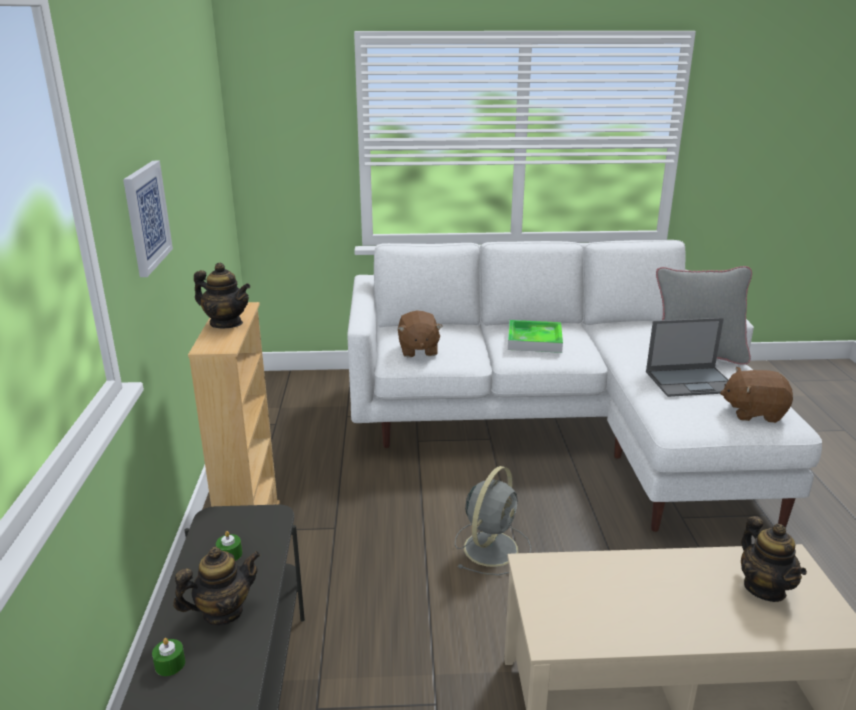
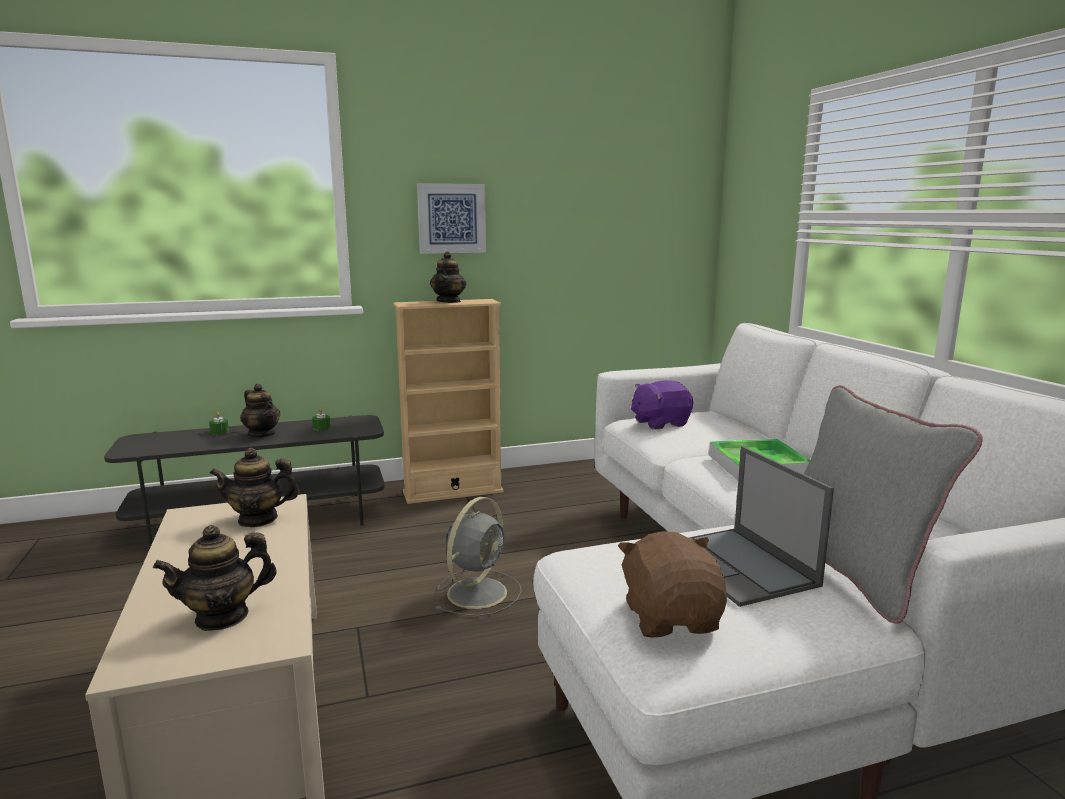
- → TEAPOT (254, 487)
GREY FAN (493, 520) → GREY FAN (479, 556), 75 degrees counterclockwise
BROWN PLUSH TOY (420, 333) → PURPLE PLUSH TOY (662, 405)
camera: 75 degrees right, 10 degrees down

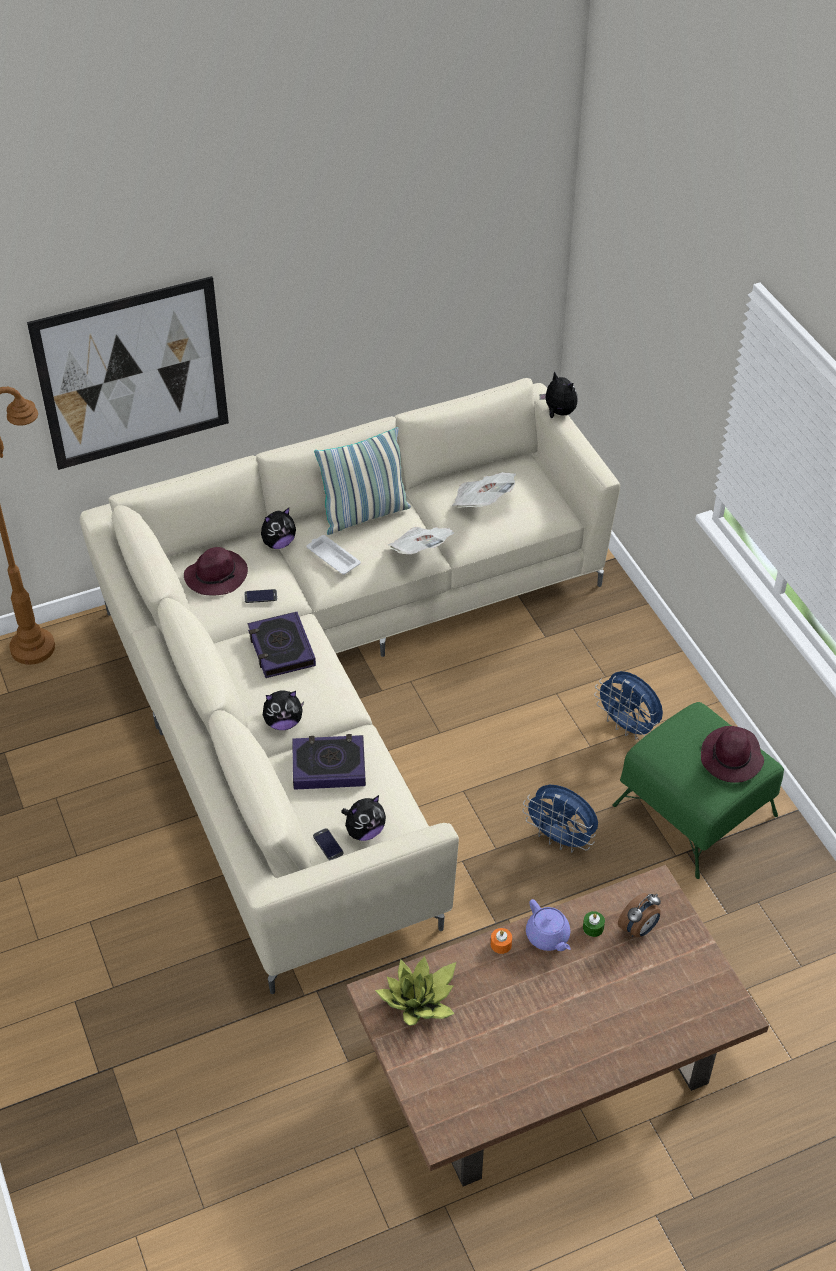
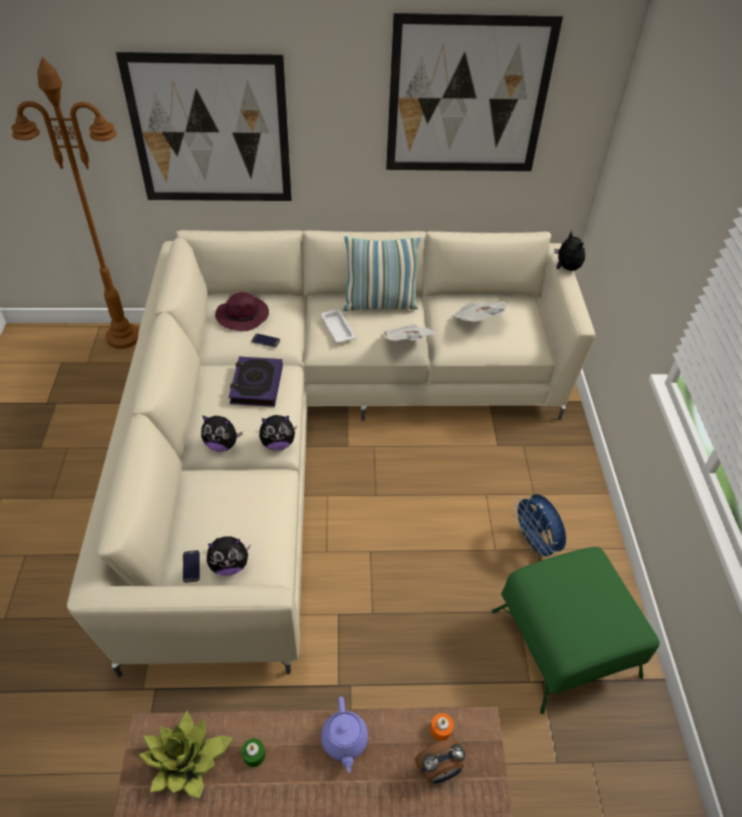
GREEN CANDLE (594, 924) → GREEN CANDLE (253, 752), shifted
PLUSH TOY (278, 528) → PLUSH TOY (278, 433), shifted
- → PICTURE (474, 92)
ORANGE CANDLE (501, 941) → ORANGE CANDLE (442, 727), shifted
BOOK (329, 762) → -
BLUE FAN (560, 819) → -
PURPLE HAT (732, 754) → -
camera: 20 degrees right, 0 degrees up

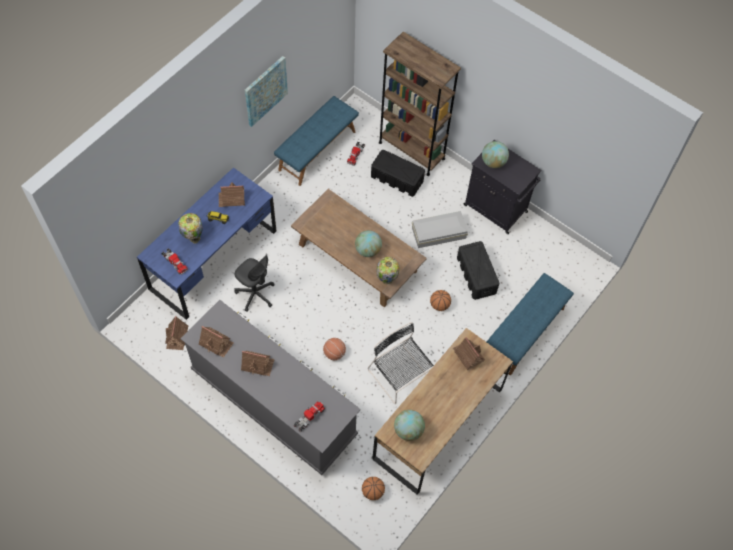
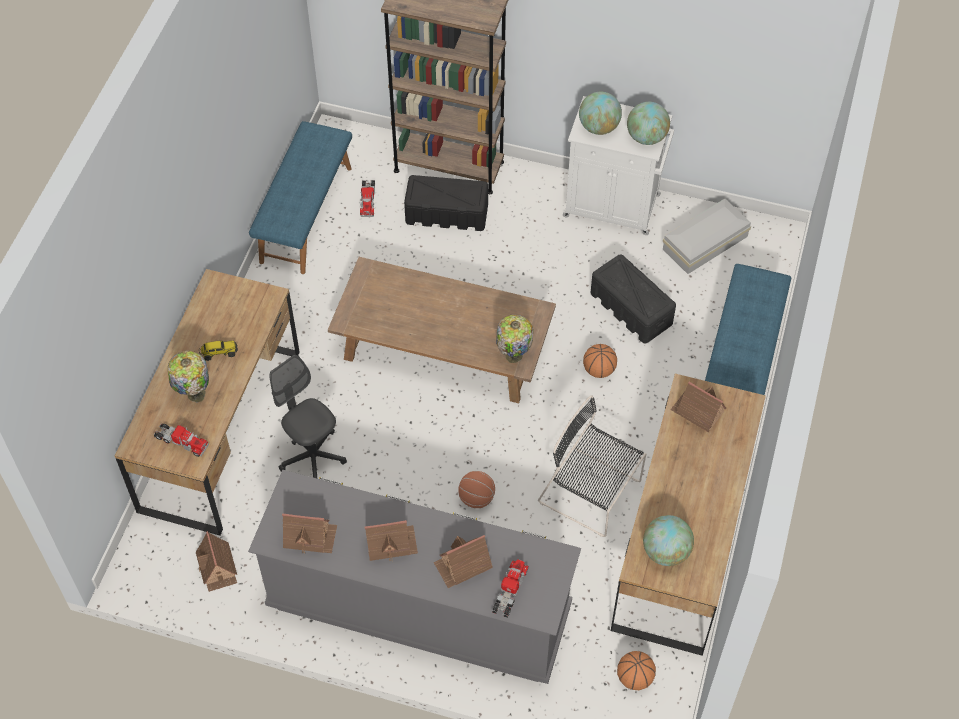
BLUE DESK (206, 243) → BROWN DESK (207, 402)
GREY OFFICE CHAIR (254, 283) → GREY OFFICE CHAIR (308, 416), 150 degrees counterclockwise
TOY HOUSE (232, 194) → TOY HOUSE (463, 561), shifted
BLACK CABINET (502, 187) → WHITE CABINET (618, 165)
GLOBE (368, 243) → GLOBE (648, 123), shifted
WHITE STORAGE BOX (440, 229) → WHITE STORAGE BOX (707, 236), shifted
PICTURE (266, 91) → -
camera: 20 degrees left, 5 degrees down

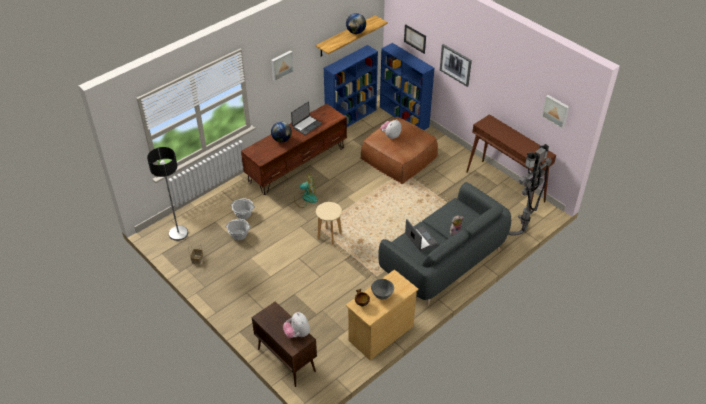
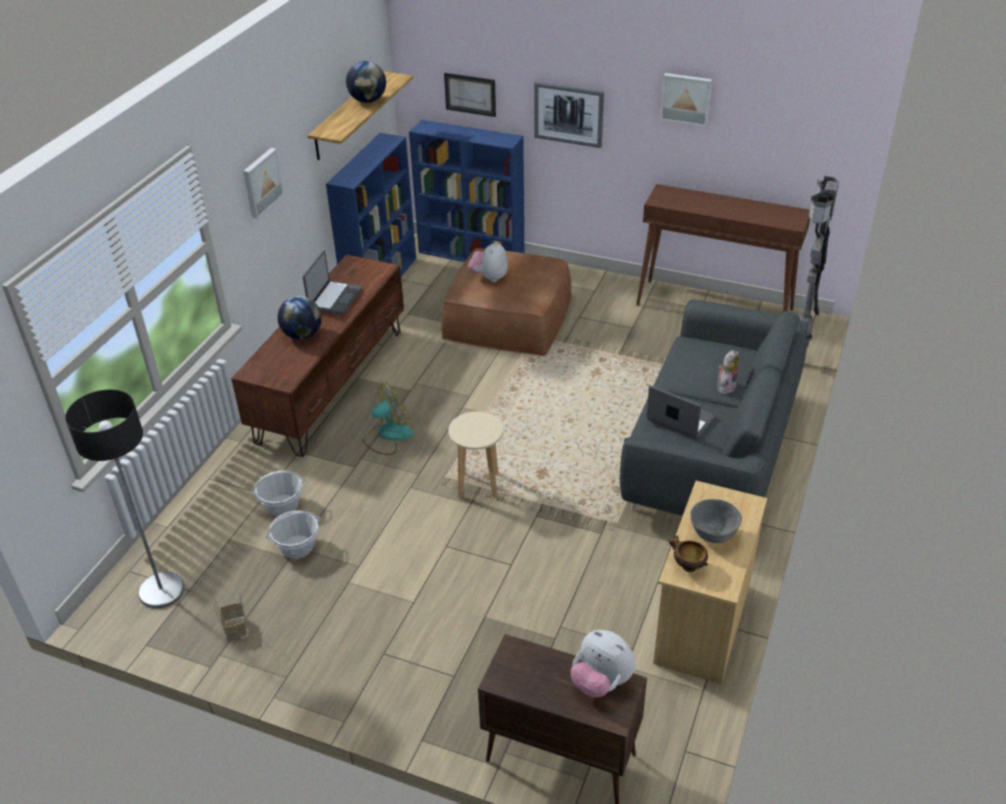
PICTURE (555, 112) → PICTURE (686, 100), shifted
camera: 25 degrees left, 5 degrees down

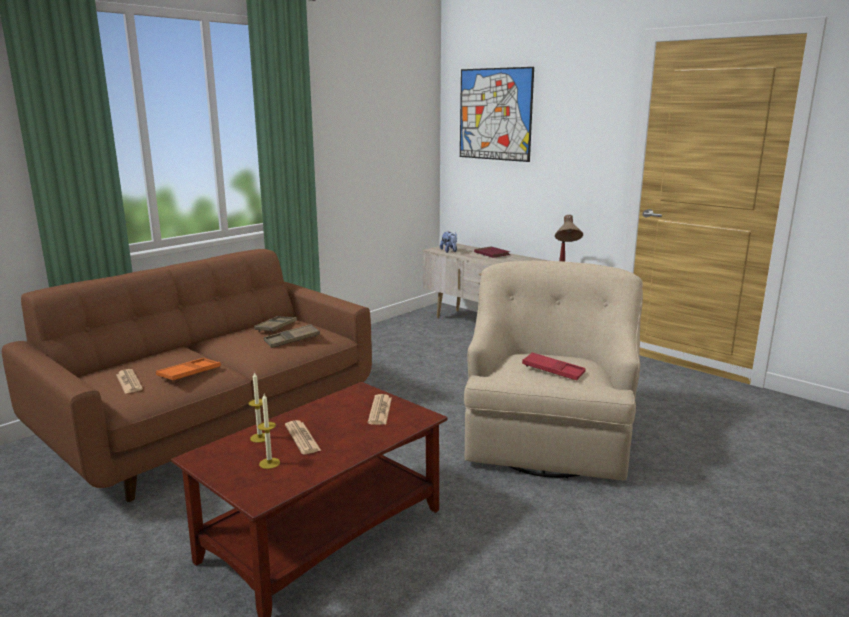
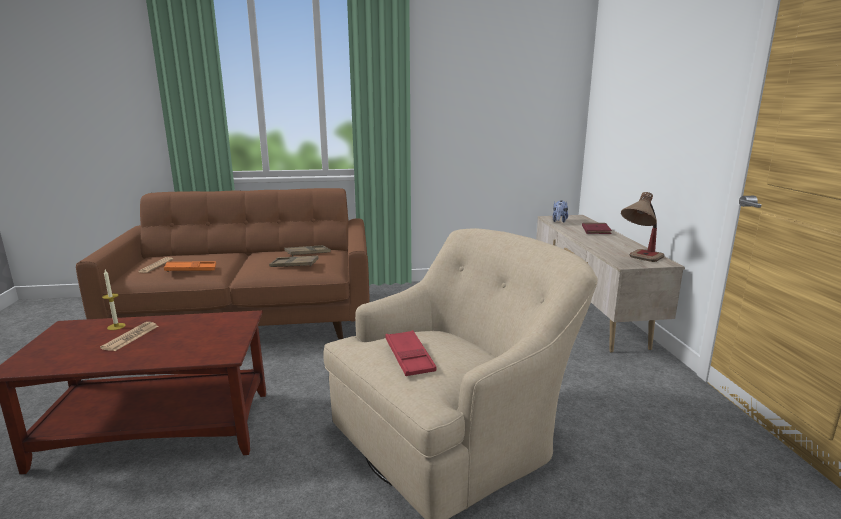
CANDLE (269, 431) → -
NEWSPAPER (380, 409) → -
PICTURE (497, 114) → -
camera: 40 degrees right, 0 degrees up

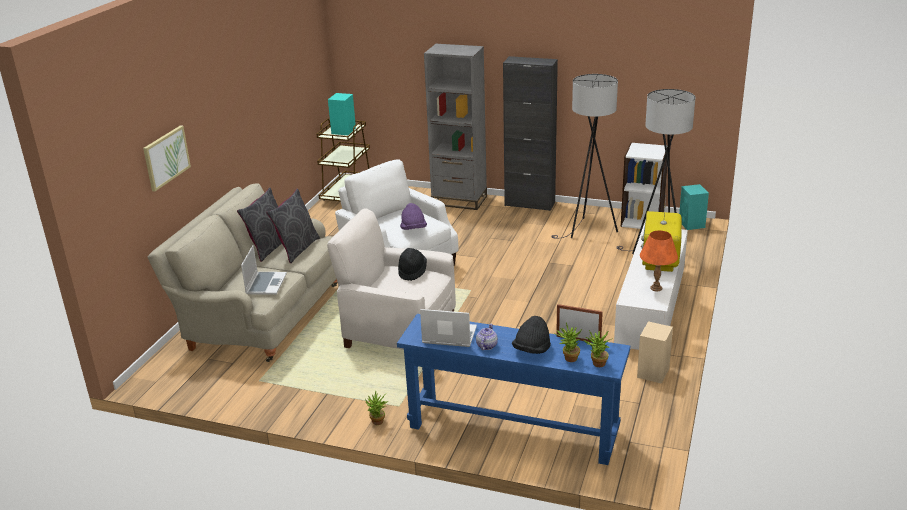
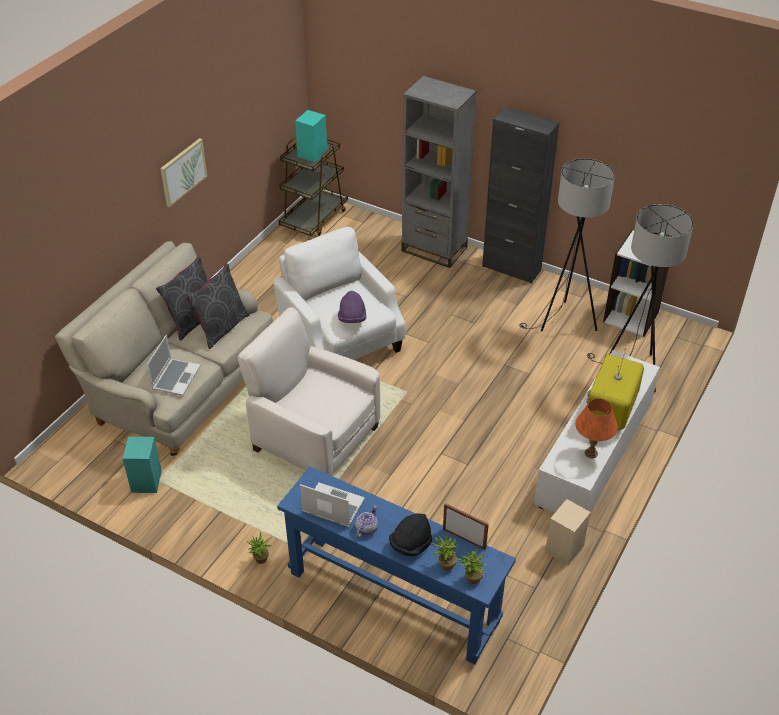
TURQUOISE SPEAKER (694, 207) → TURQUOISE SPEAKER (142, 465), shifted
PICTURE (167, 158) → PICTURE (183, 172), shifted
BLACK HAT (412, 264) → -
camera: 10 degrees right, 15 degrees up

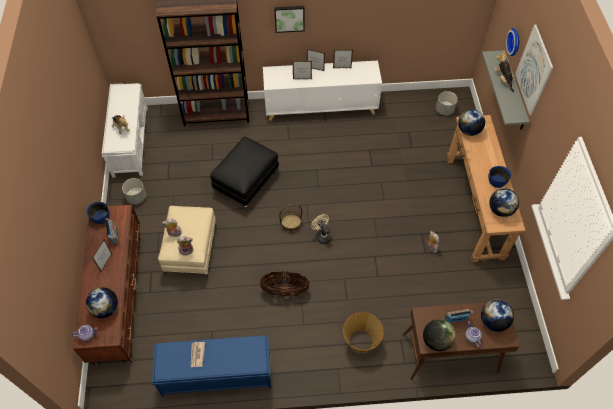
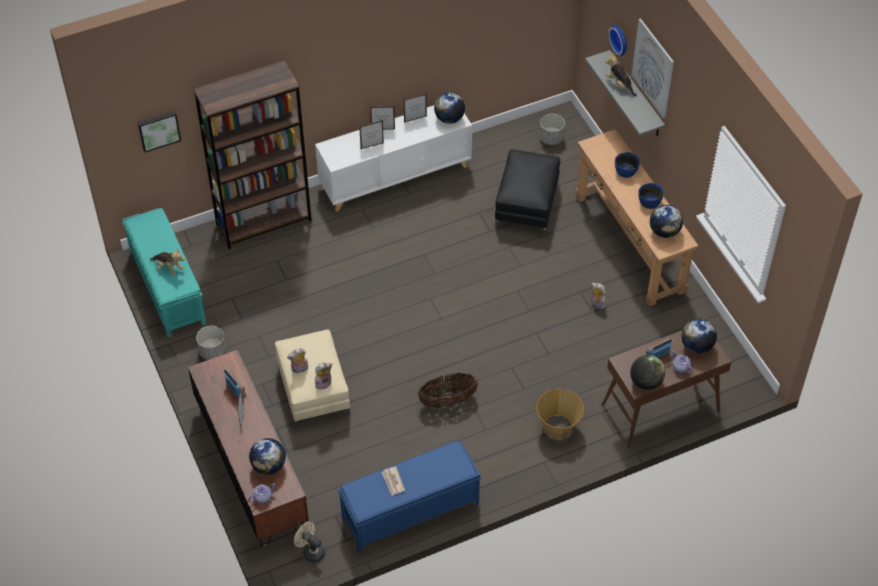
WHITE BENCH (125, 130) → TURQUOISE BENCH (164, 272)
PICTURE (289, 19) → PICTURE (159, 131), shifted
BEIGE FAN (321, 229) → BEIGE FAN (309, 542), shifted
GLOBE (471, 122) → GLOBE (449, 108), shifted
BLACK OTTOMAN (244, 174) → BLACK OTTOMAN (527, 193), shifted
BLUE BOWL (97, 213) → BLUE BOWL (627, 165), shifted
BASKET (290, 218) → -
camera: 20 degrees left, 5 degrees down

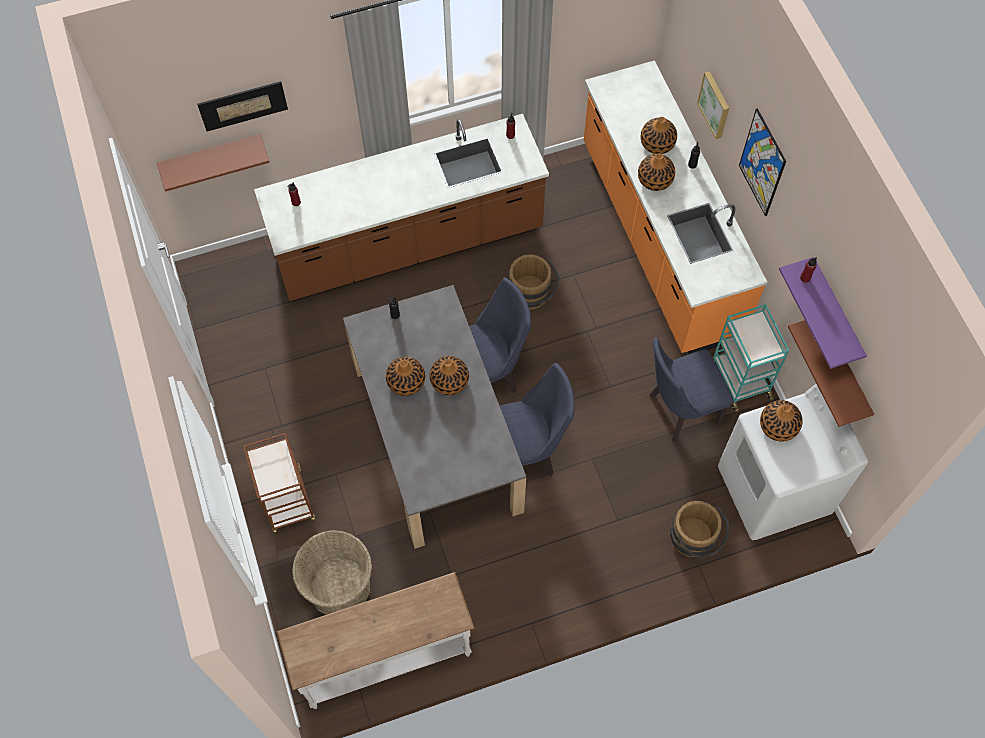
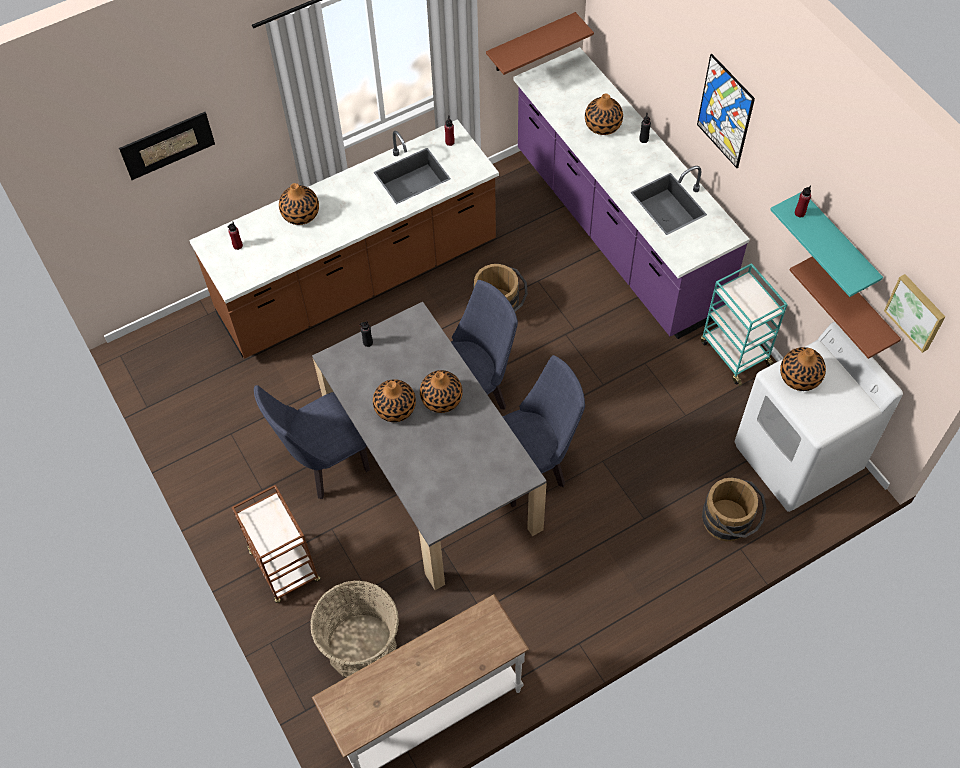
BLUE CHAIR (691, 390) → BLUE CHAIR (312, 442), shifted
VASE (656, 172) → VASE (299, 204), shifted
BROWN SHELF (213, 163) → BROWN SHELF (540, 43), shifted
ORANGE COUNTER (675, 207) → PURPLE COUNTER (632, 193)
PURPLE SHELF (823, 313) → TURQUOISE SHELF (826, 244)
PICTURE (713, 105) → PICTURE (914, 313), shifted
camera: 10 degrees left, 5 degrees down

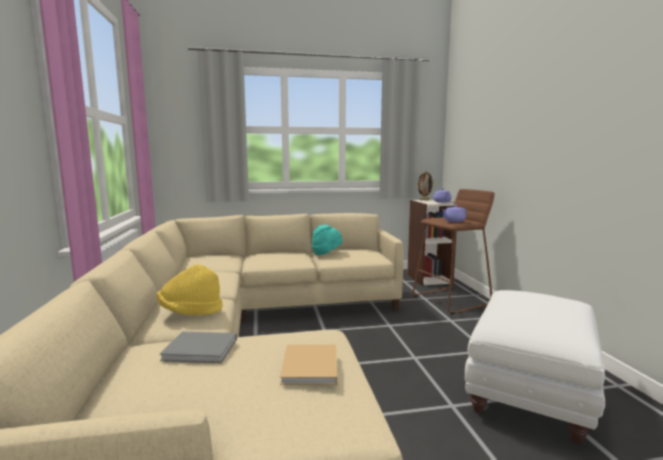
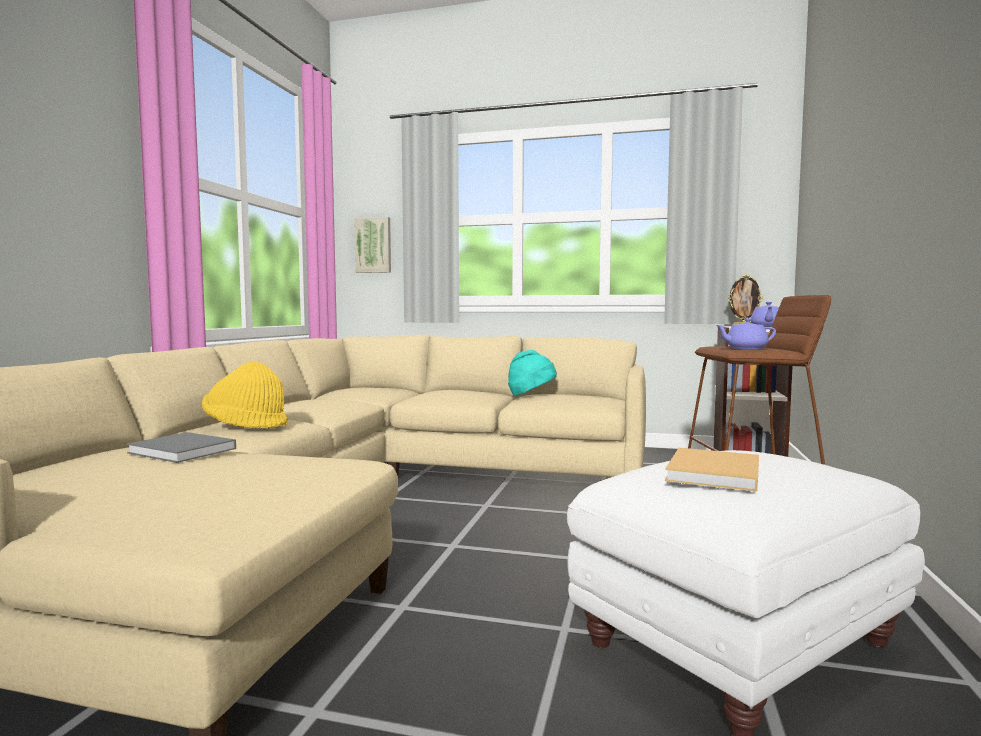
- → PICTURE (372, 245)
BEIGE BOOK (308, 364) → BEIGE BOOK (712, 470), shifted
camera: 25 degrees right, 5 degrees down

